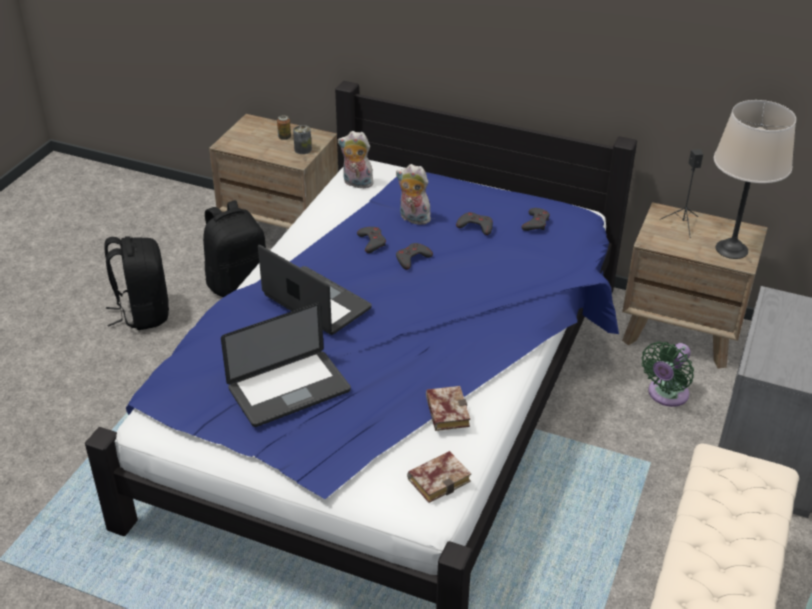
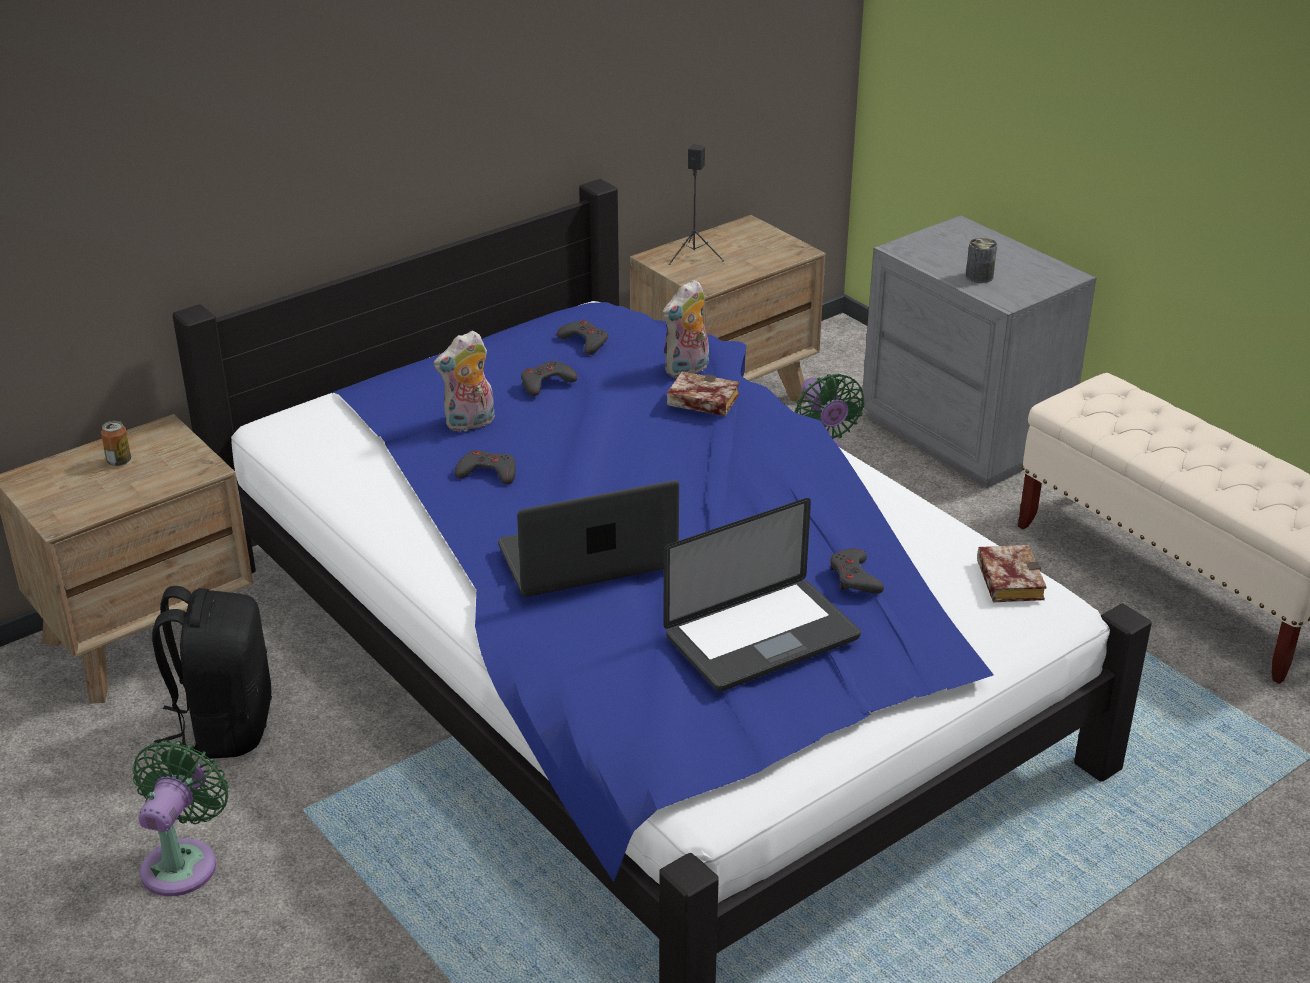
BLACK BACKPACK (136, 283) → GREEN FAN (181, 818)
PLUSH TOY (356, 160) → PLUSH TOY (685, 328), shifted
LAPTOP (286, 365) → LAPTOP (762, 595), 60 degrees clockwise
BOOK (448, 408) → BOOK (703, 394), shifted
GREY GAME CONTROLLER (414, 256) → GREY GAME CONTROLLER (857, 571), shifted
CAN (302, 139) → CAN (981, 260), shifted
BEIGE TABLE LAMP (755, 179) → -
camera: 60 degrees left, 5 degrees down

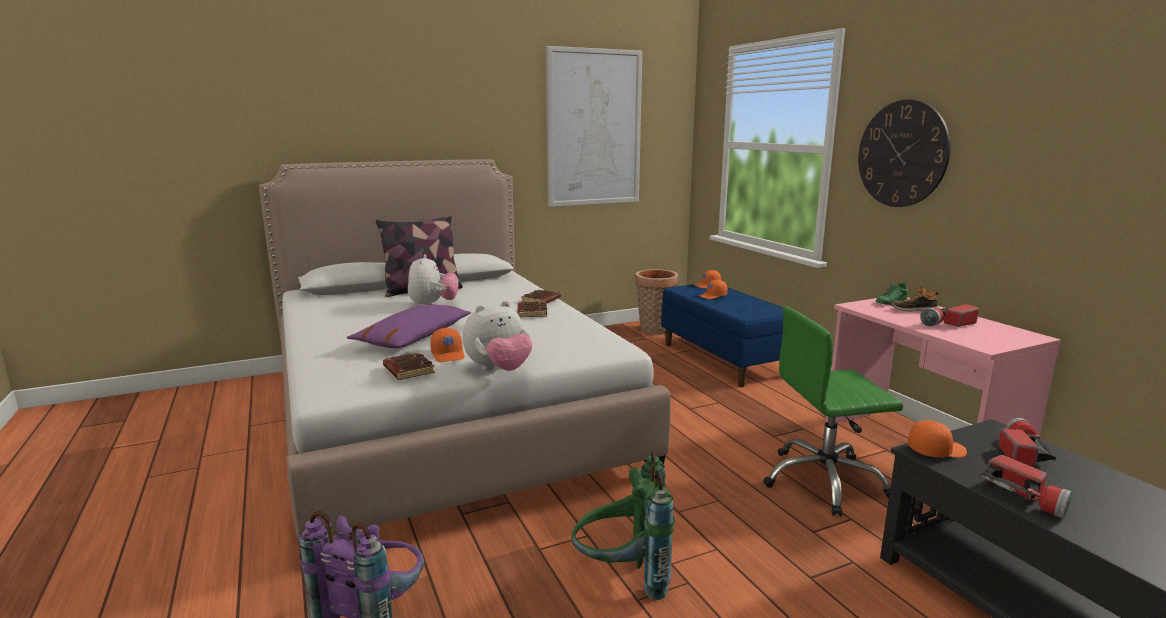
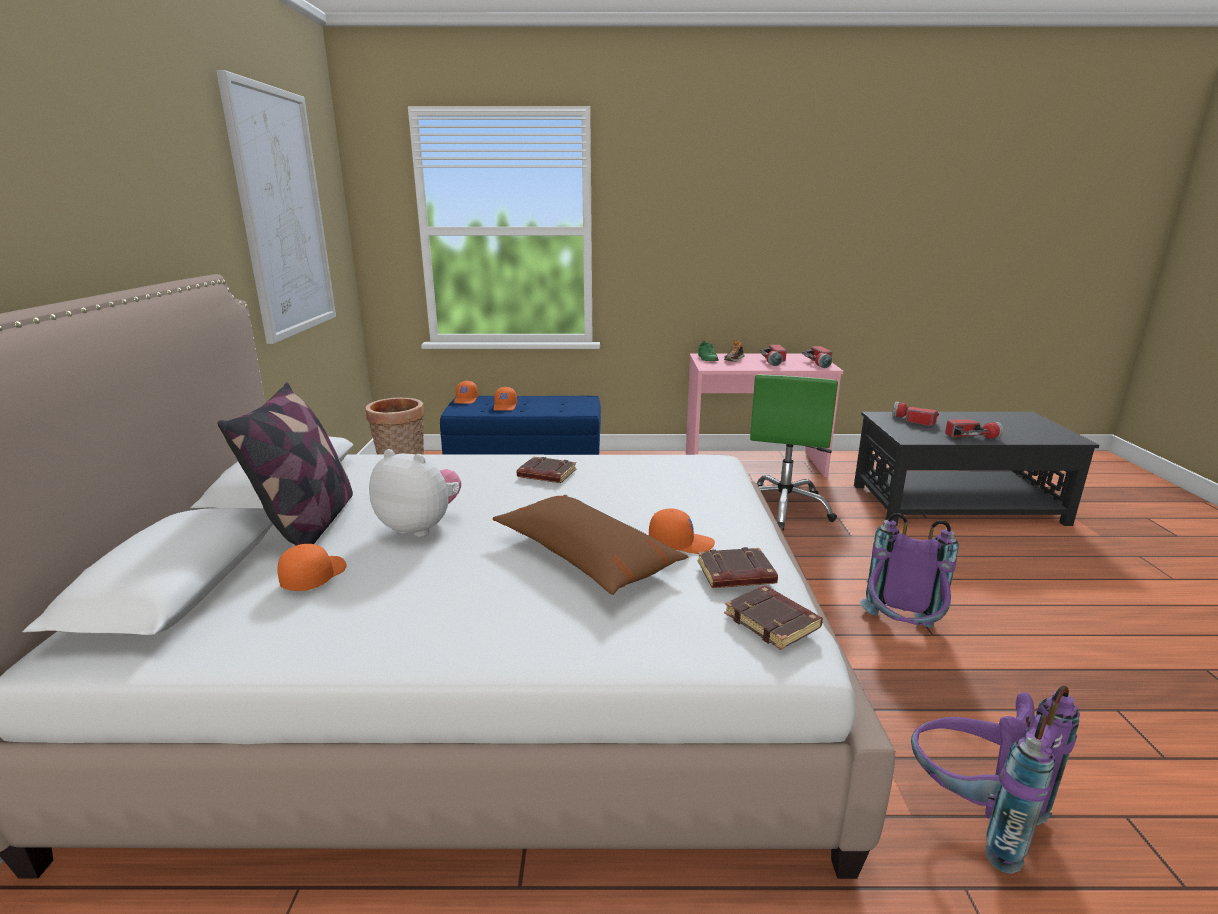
ORANGE CAP (937, 439) → ORANGE CAP (312, 567), shifted
PURPLE PILLOW (409, 326) → BROWN PILLOW (590, 545)
BROWN BOOK (541, 296) → BROWN BOOK (773, 617), shifted
- → FLASHLIGHT (817, 357)
GREEN BACKPACK (623, 525) → PURPLE BACKPACK (909, 570)
PLUSH TOY (497, 336) → -
WALL CLOCK (904, 153) → -
camera: 65 degrees left, 5 degrees up

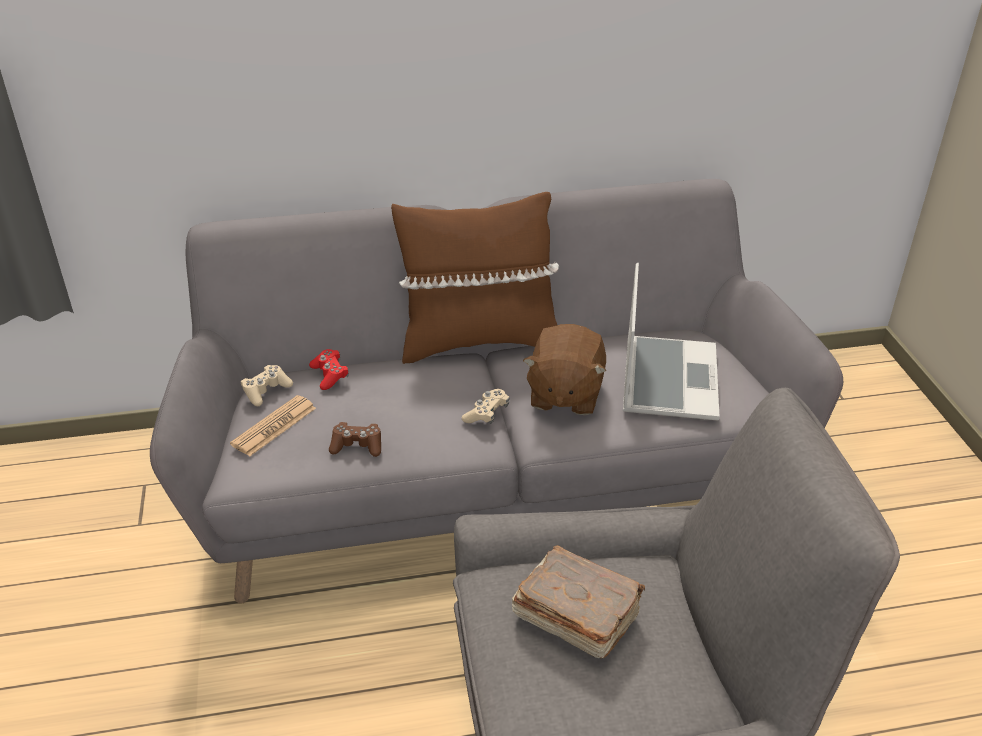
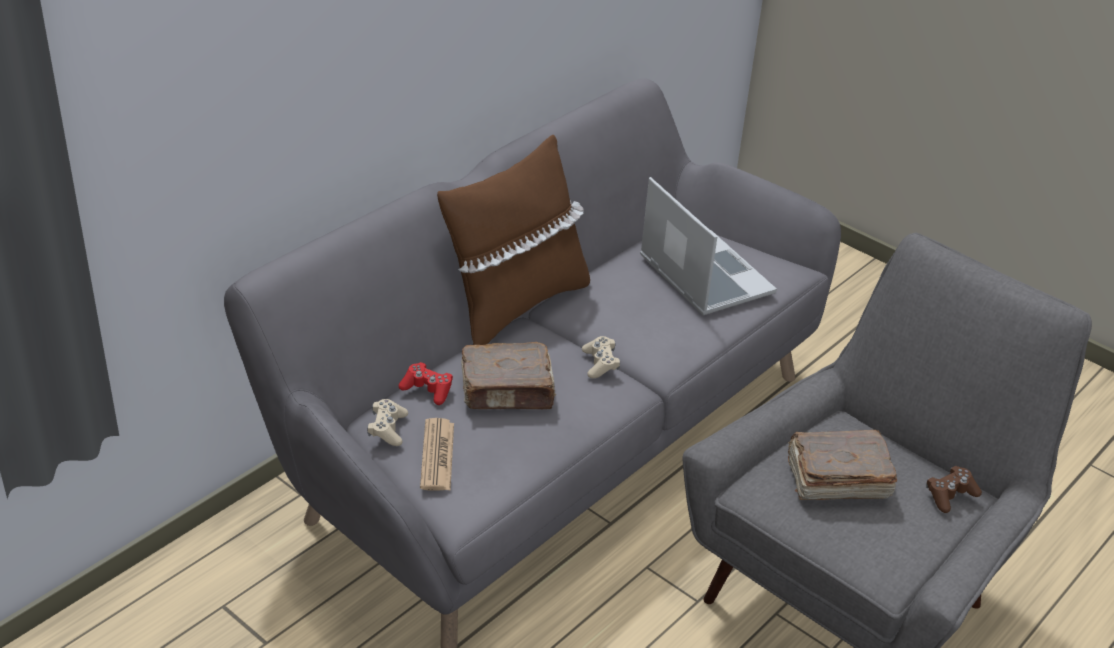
- → BROWN BOOK (508, 375)
BROWN GAME CONTROLLER (355, 439) → BROWN GAME CONTROLLER (954, 489), shifted
BROWN PLUSH TOY (564, 369) → -
camera: 40 degrees left, 0 degrees up

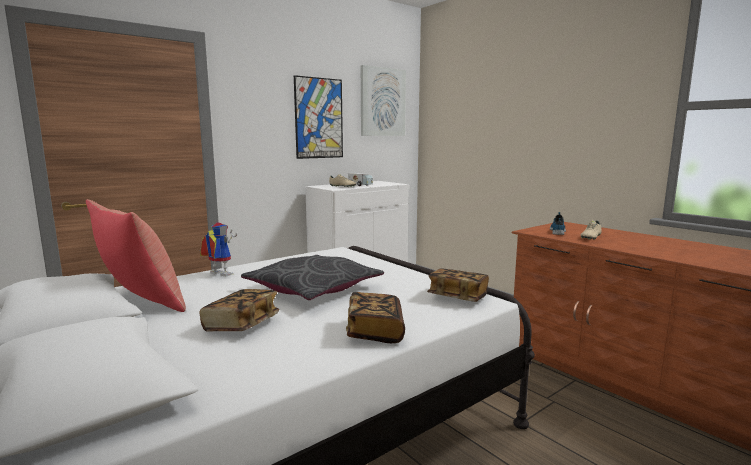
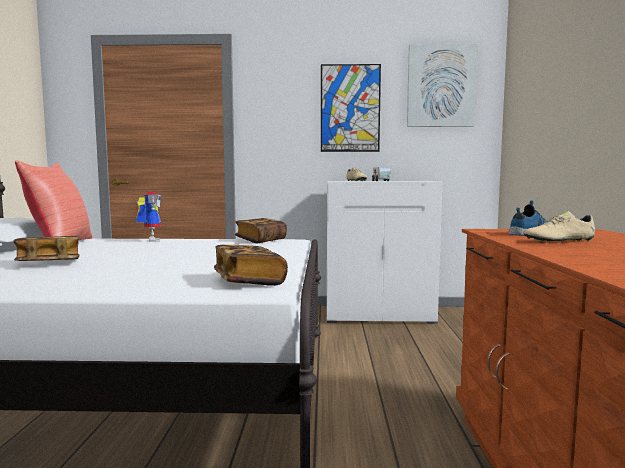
BOOK (375, 317) → BOOK (261, 230), shifted
GREY PILLOW (312, 277) → -
camera: 40 degrees right, 5 degrees down

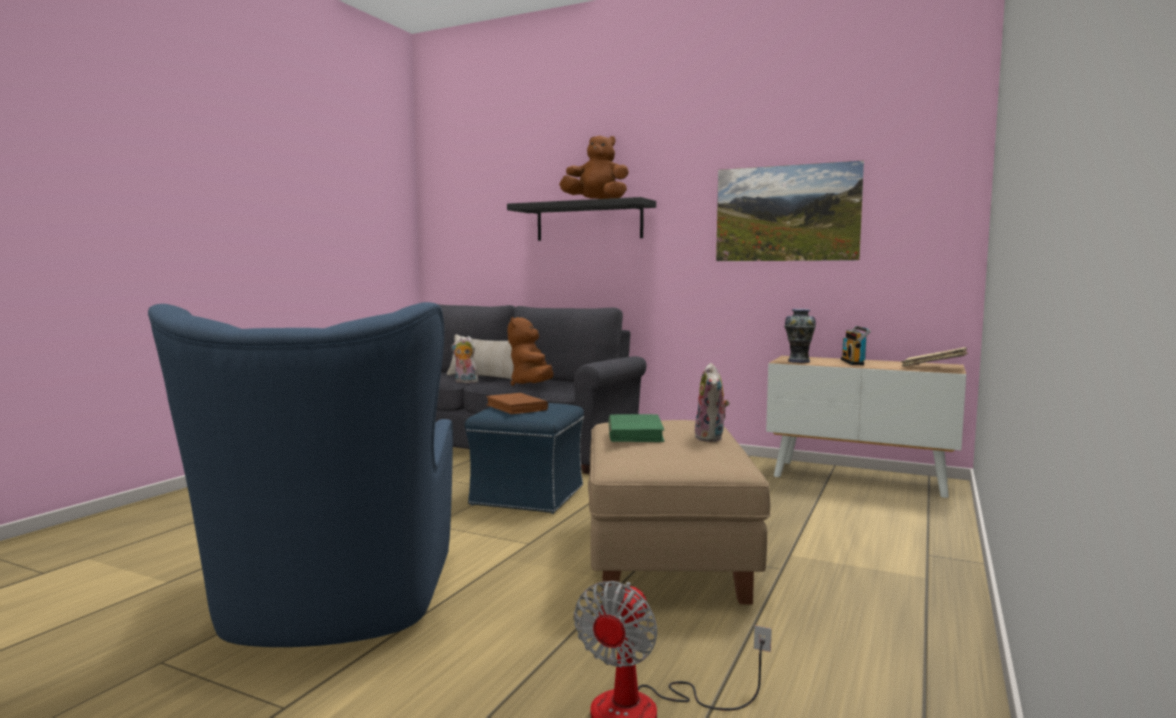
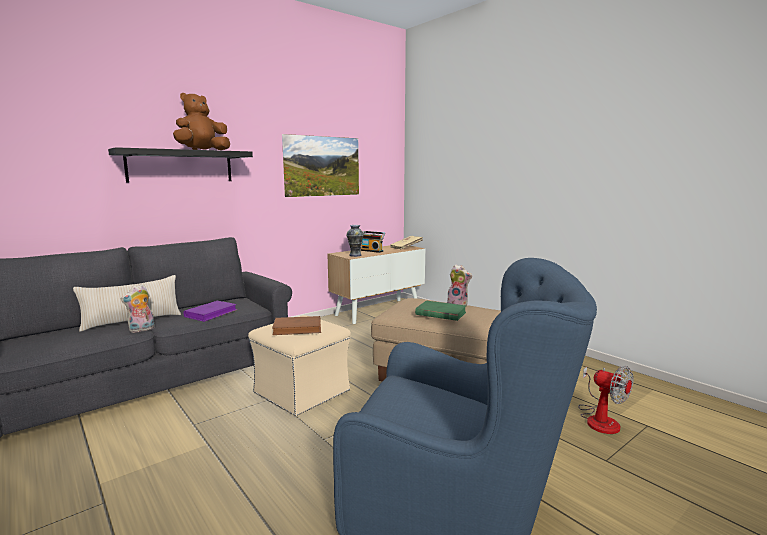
BROWN PLUSH TOY (531, 351) → PURPLE BOOK (210, 311)
BLUE OTTOMAN (524, 458) → BEIGE OTTOMAN (299, 366)
camera: 65 degrees left, 5 degrees up

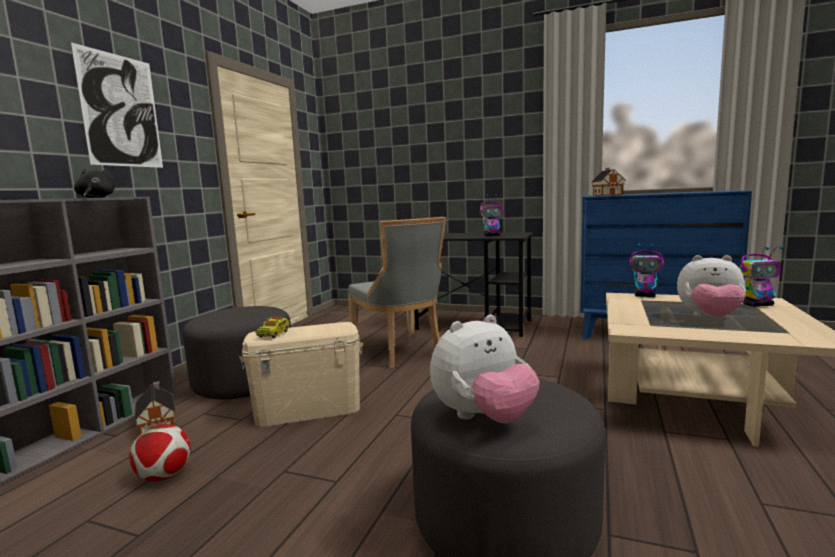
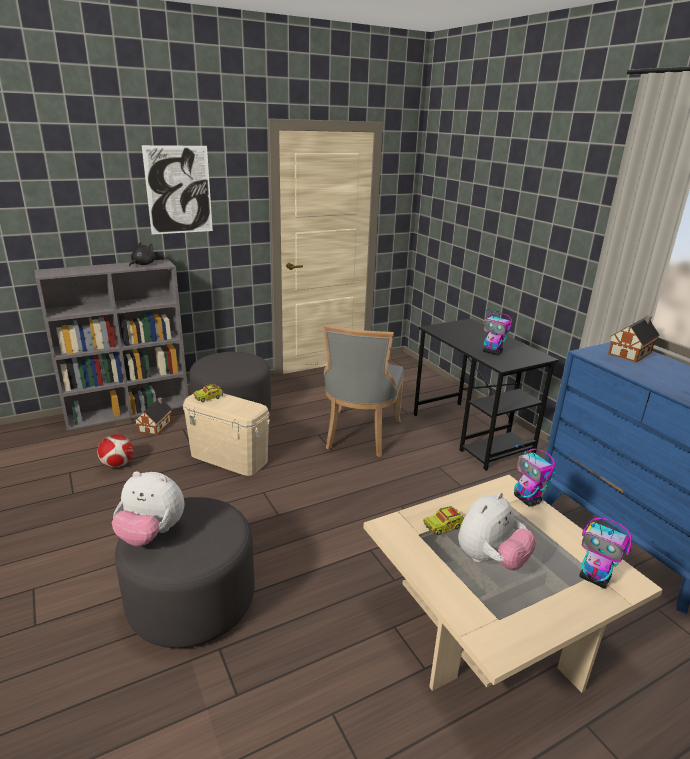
- → TOY TRUCK (443, 520)
PLUSH TOY (711, 286) → PLUSH TOY (497, 531), 105 degrees counterclockwise
camera: 40 degrees right, 15 degrees up

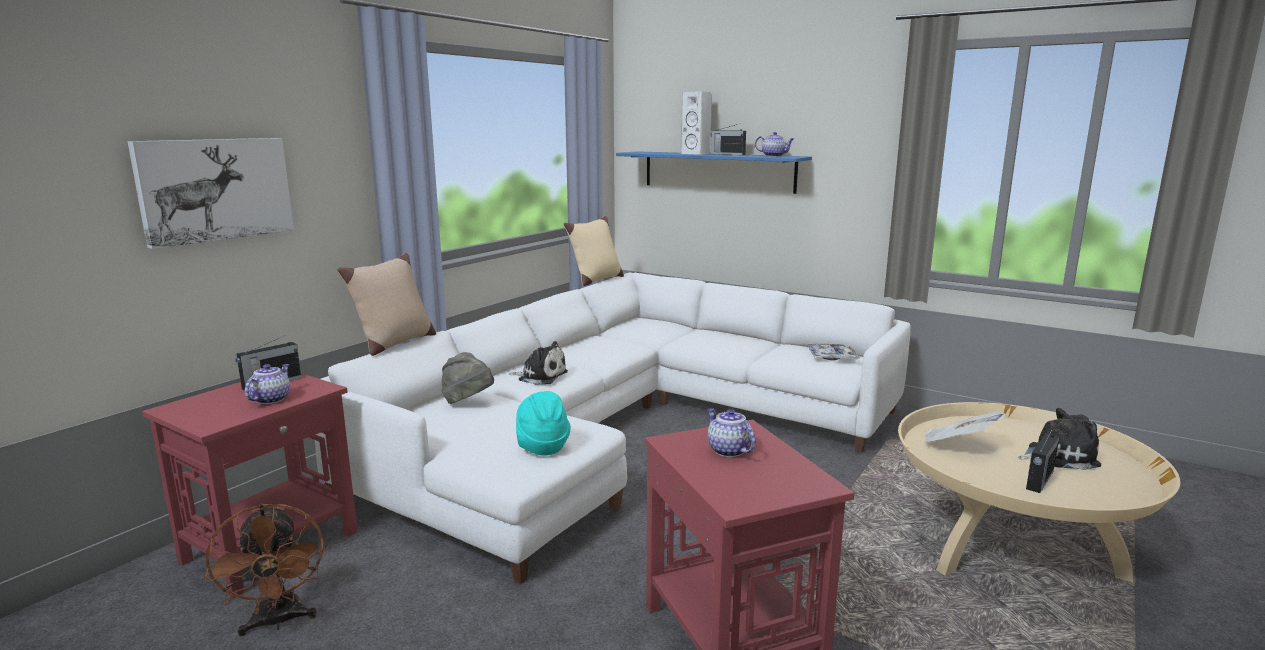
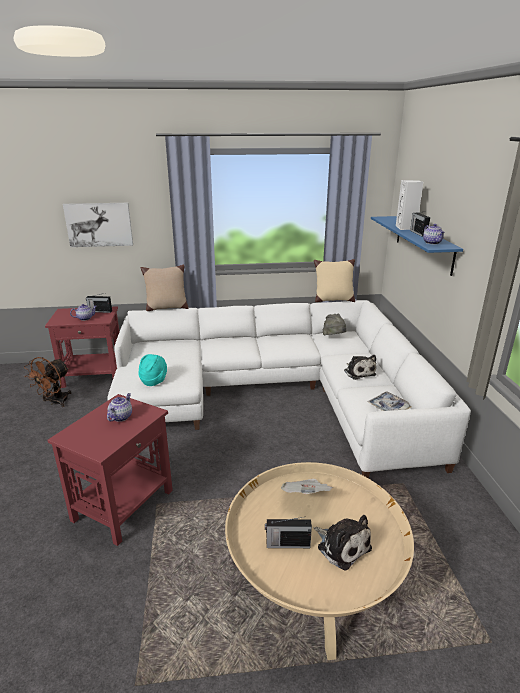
GREY HAT (467, 378) → GREY HAT (334, 325), shifted
PLUSH TOY (538, 363) → PLUSH TOY (360, 367), shifted
camera: 50 degrees right, 10 degrees up

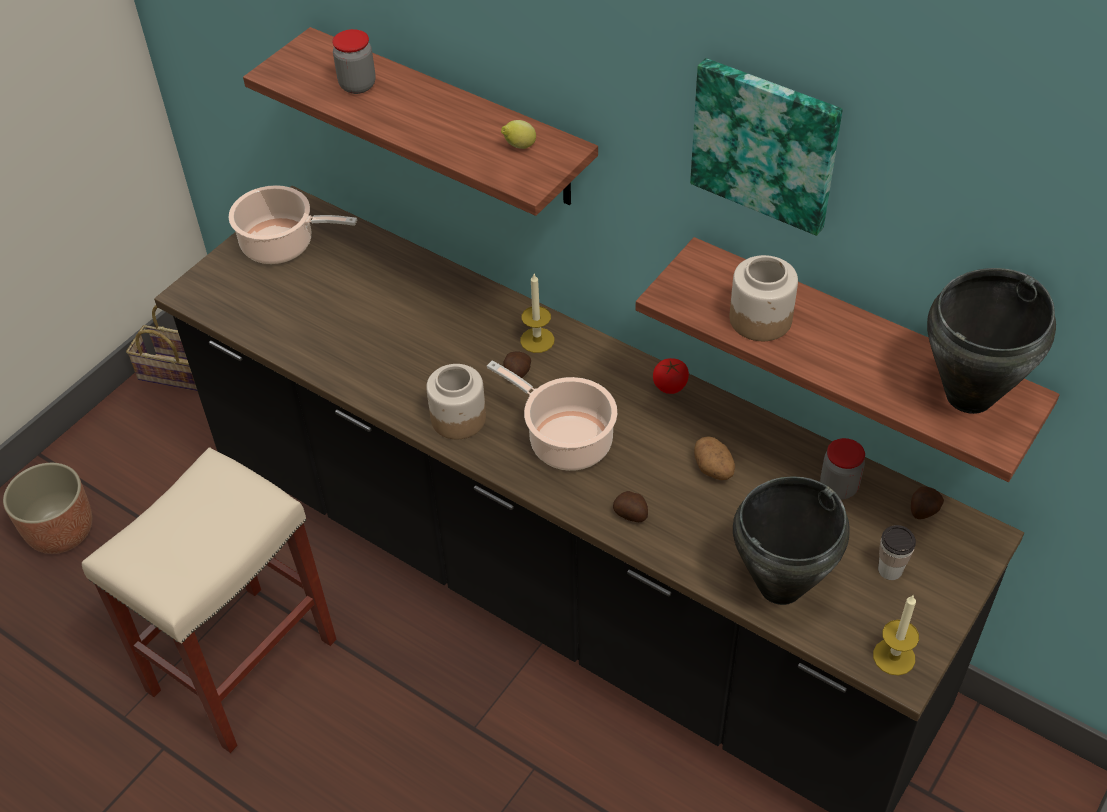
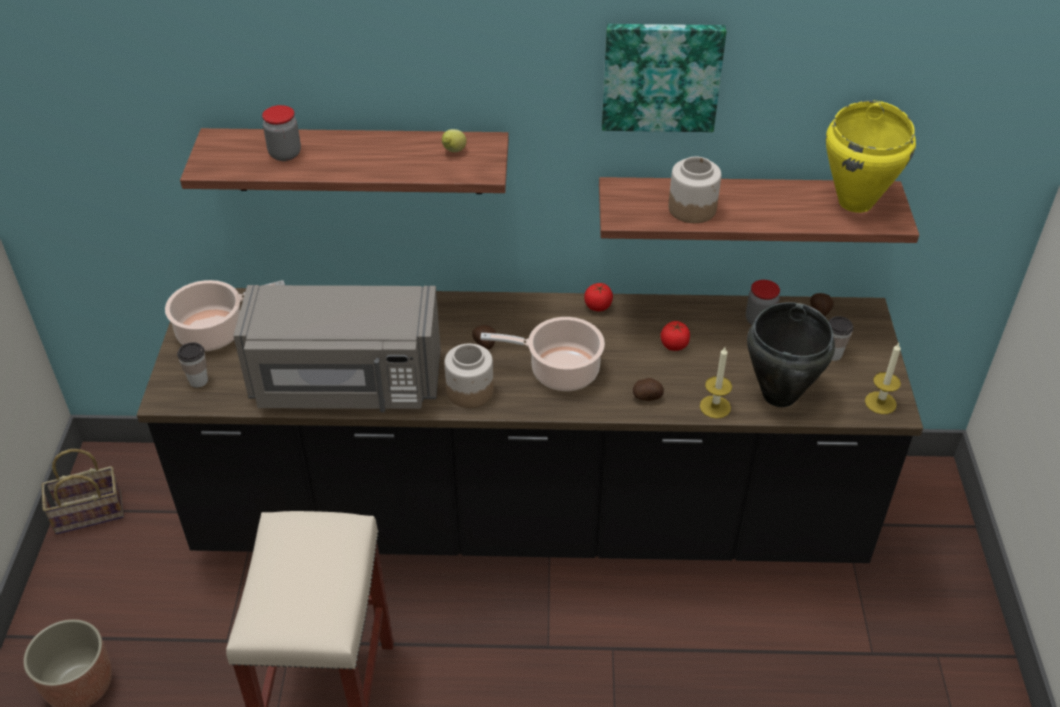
- → CUP (192, 365)
- → GREY MICROWAVE (337, 349)
POTATO (714, 458) → TOMATO (675, 336)
CANDLE (537, 313) → CANDLE (716, 383), shifted
BLACK COOKING POT (991, 341) → YELLOW COOKING POT (871, 157)
camera: 35 degrees left, 5 degrees down

